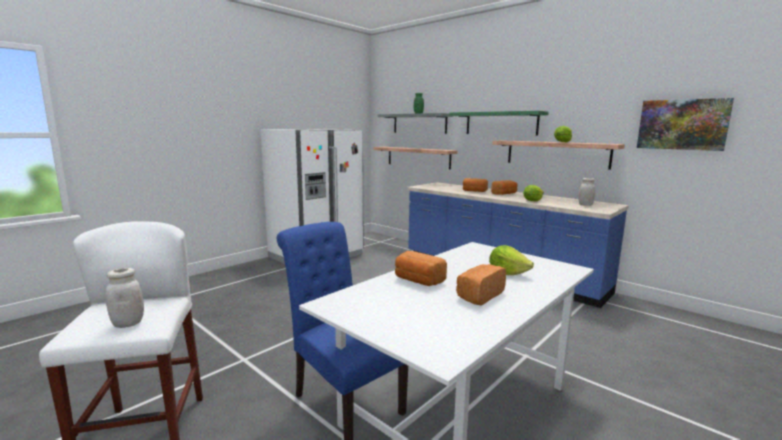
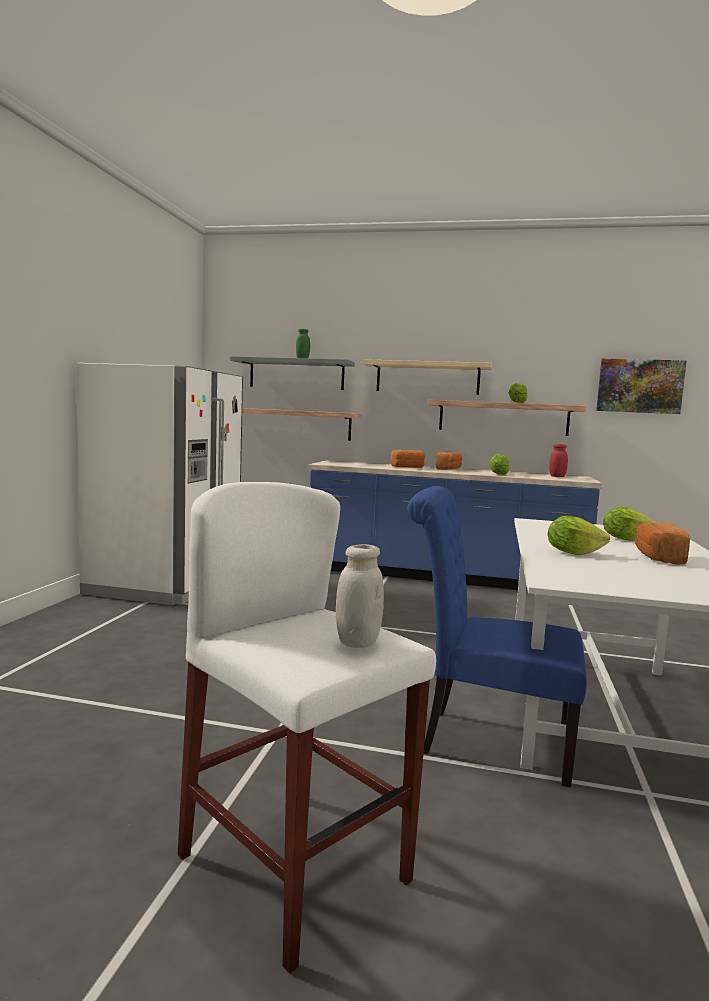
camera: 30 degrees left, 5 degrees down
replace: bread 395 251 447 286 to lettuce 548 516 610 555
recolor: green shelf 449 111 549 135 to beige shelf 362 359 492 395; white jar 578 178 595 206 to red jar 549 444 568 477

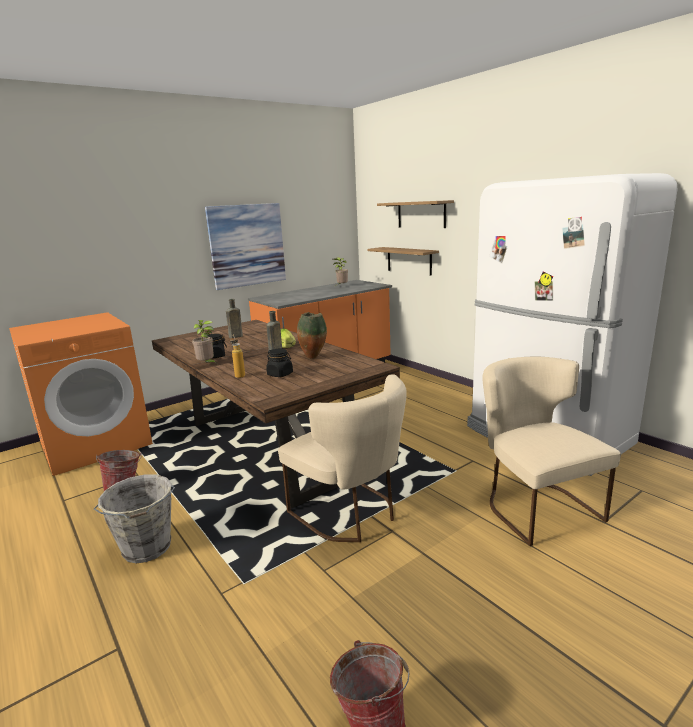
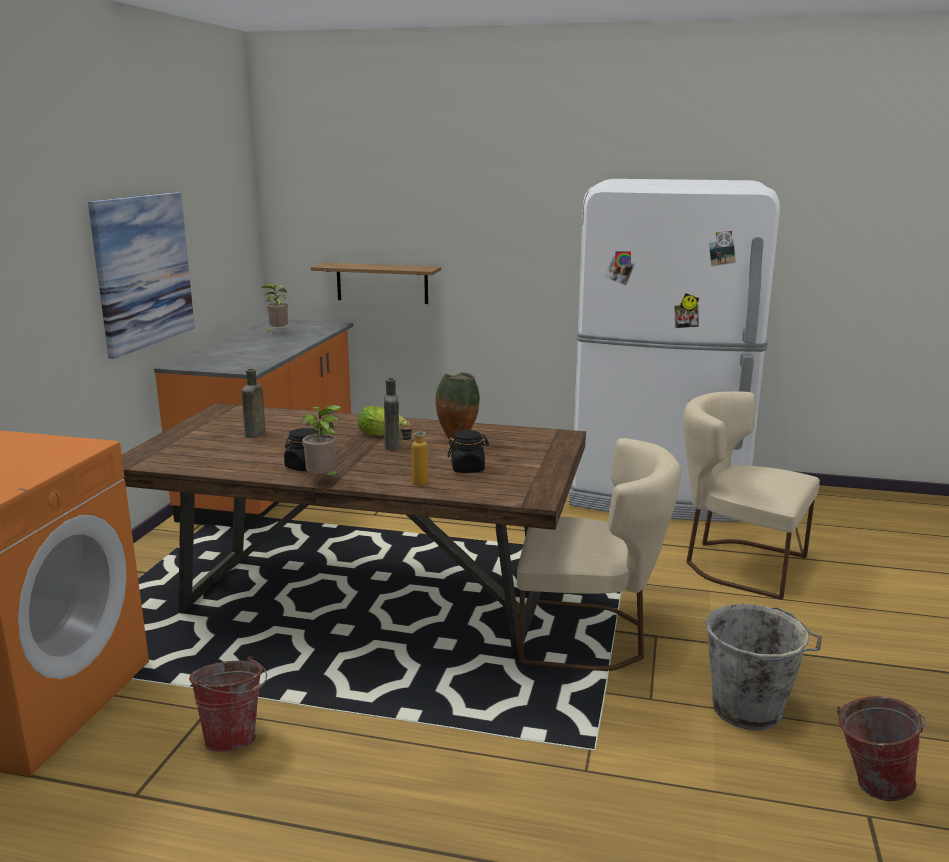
camera: 40 degrees left, 0 degrees up
delete: shelf 377 200 454 228
move: grey bucket 94 475 175 563 to 705 604 822 730

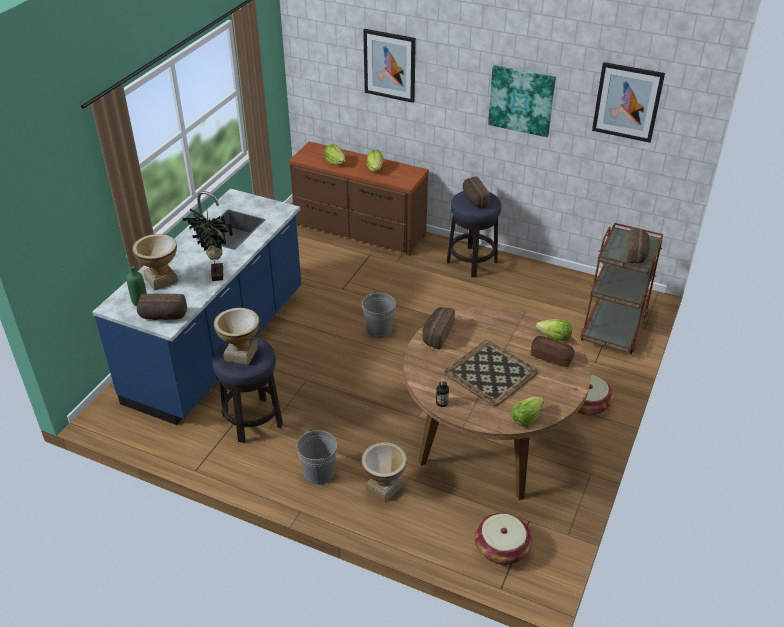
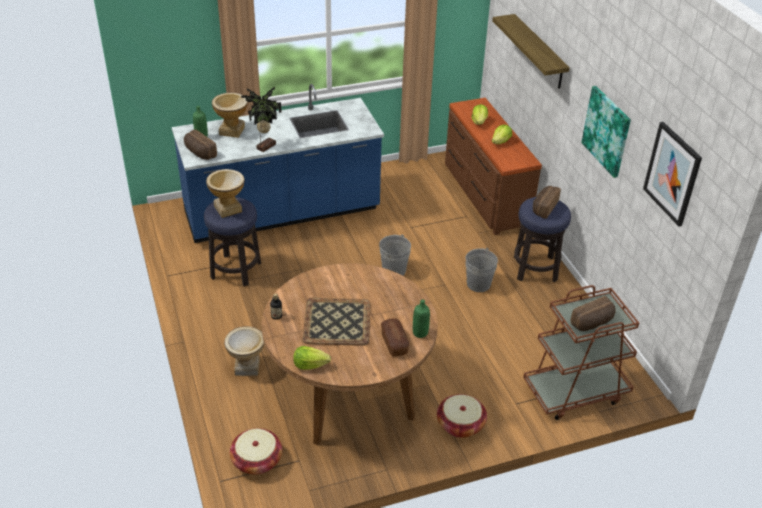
camera: 45 degrees right, 0 degrees up
delete: bread 423 307 455 349
move: grey bucket 297 429 337 484 to 465 248 498 292
replace: picture 363 29 416 103 to shelf 492 14 570 89; lettuce 536 319 572 341 to green bottle 413 299 430 338

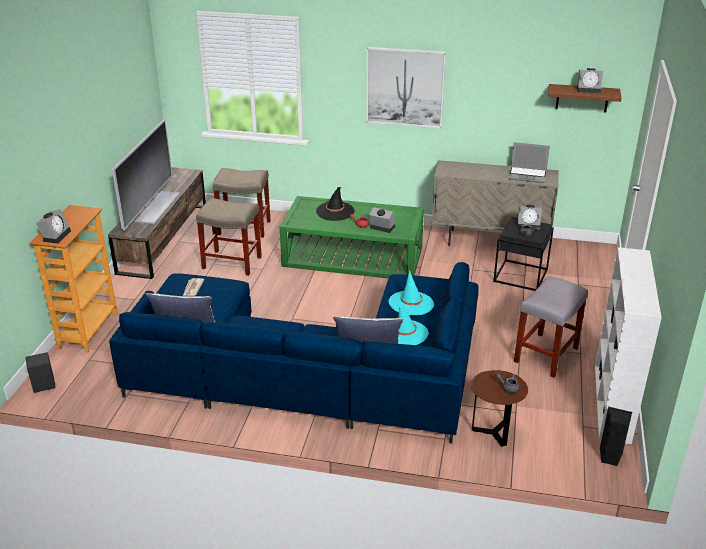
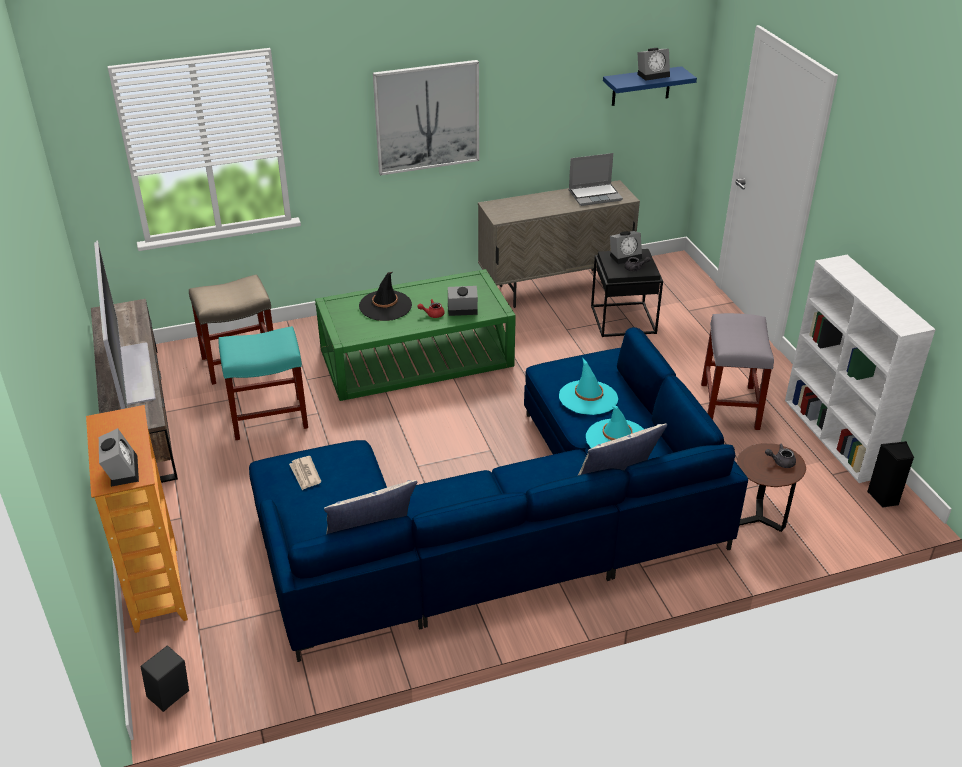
camera: 30 degrees left, 5 degrees up
recolor: brown shelf 548 84 622 113 to blue shelf 603 66 697 106; beige stool 196 198 262 276 to turquoise stool 218 326 308 440

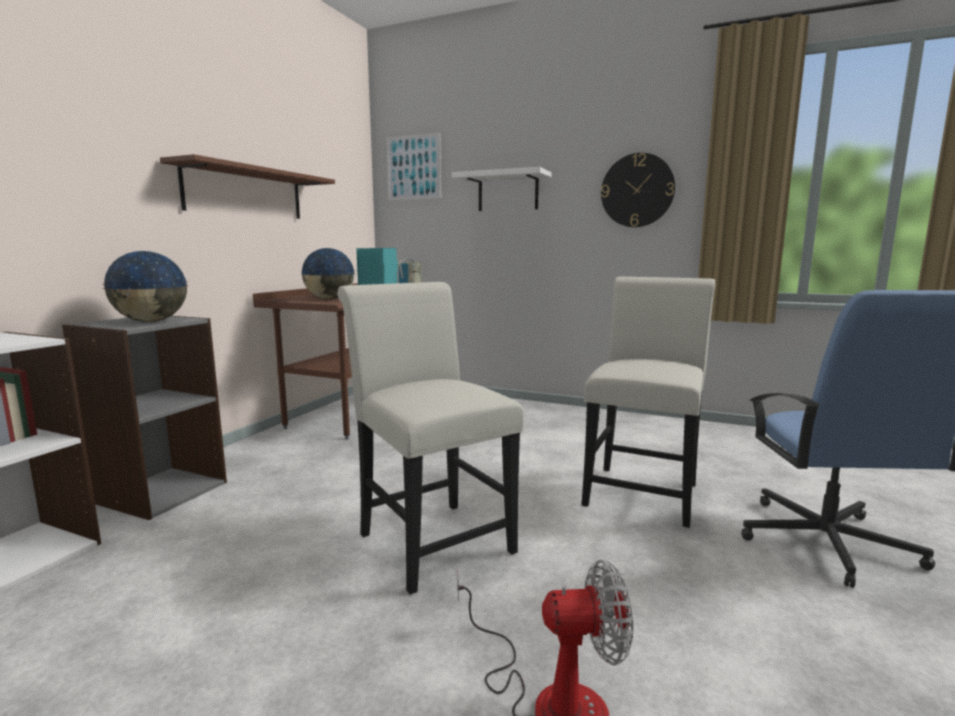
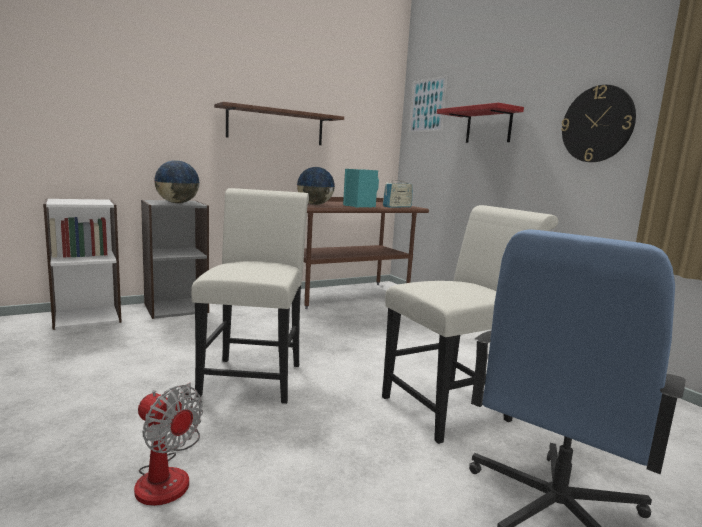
camera: 35 degrees right, 0 degrees up
recolor: white shelf 452 167 552 211 to red shelf 437 103 524 143

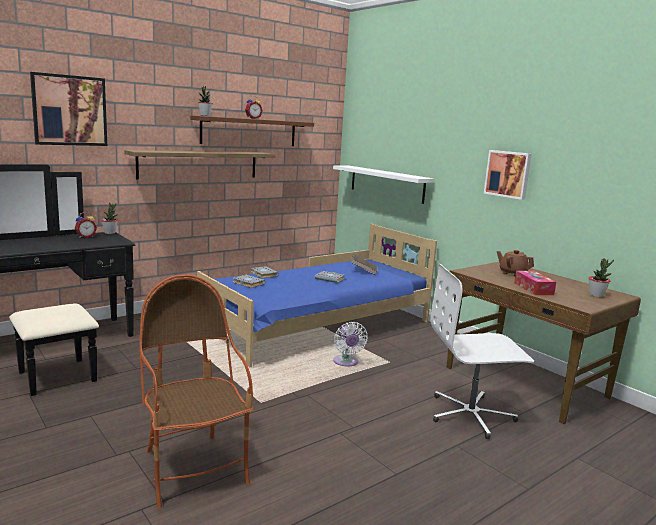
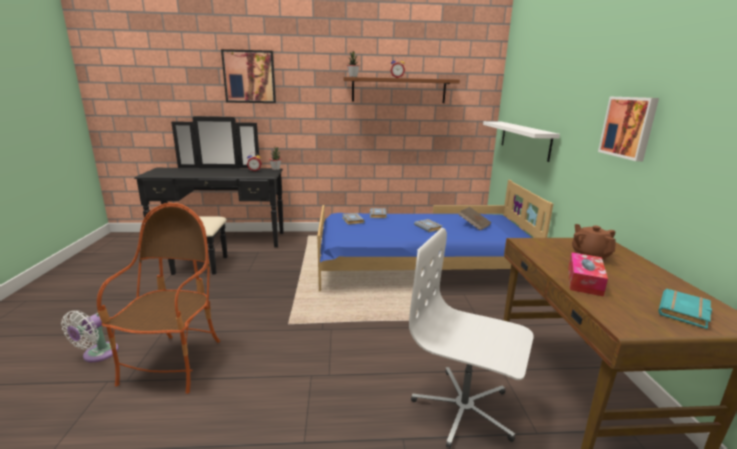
camera: 35 degrees right, 5 degrees up
delete: shelf 124 150 276 179
move: white fan 333 322 368 366 to 61 310 119 362
replace: potted plant 589 259 614 297 to turquoise book 658 289 712 329

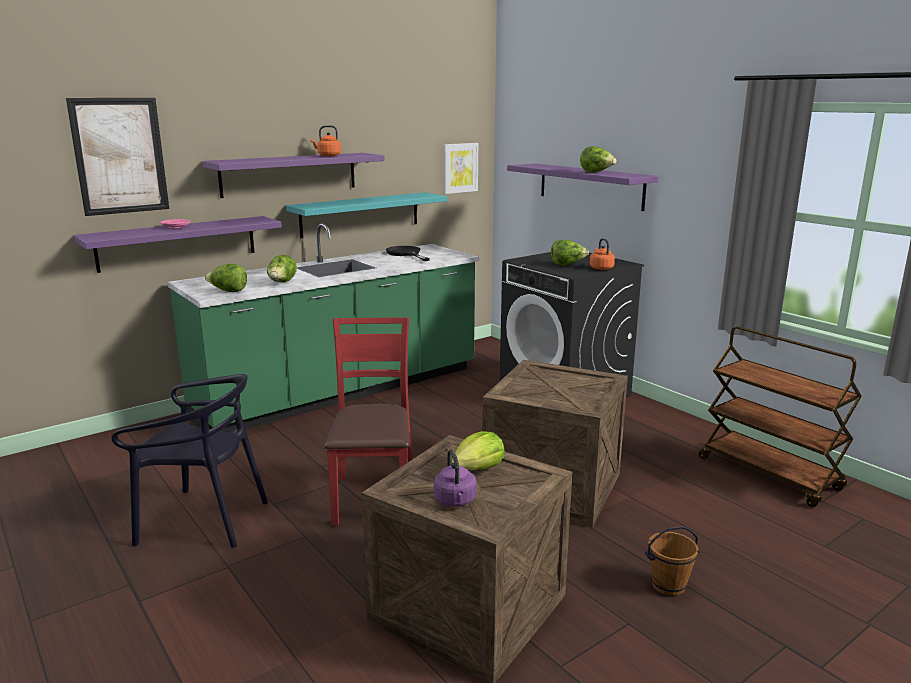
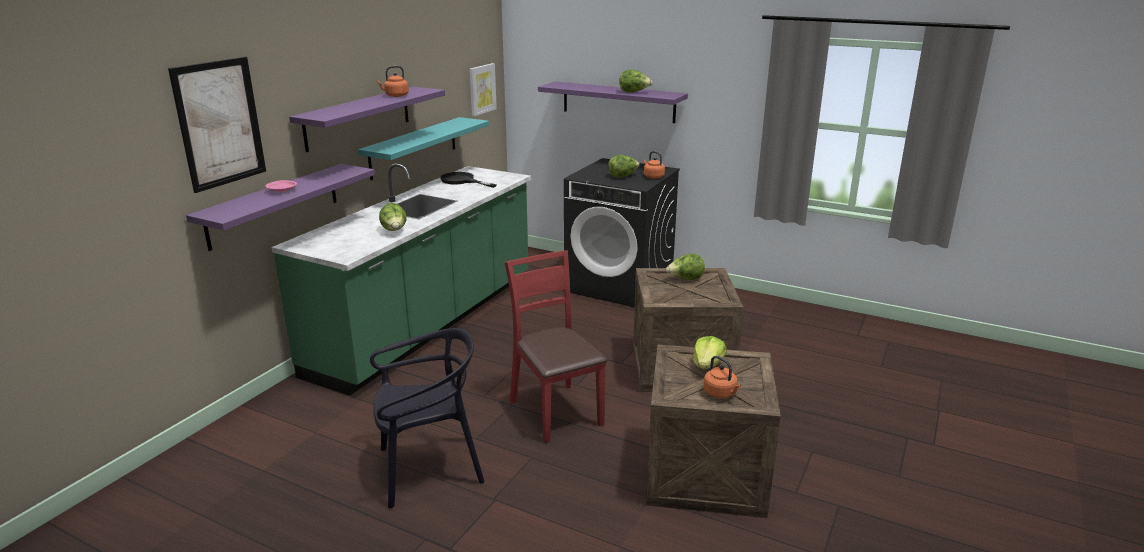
camera: 25 degrees left, 5 degrees up
delete: brown cart 699 326 862 507; brown bucket 645 526 700 596
move: lettuce 205 264 247 292 to 666 254 705 280
recolor: purple kettle 434 449 477 507 to orange kettle 703 356 741 399

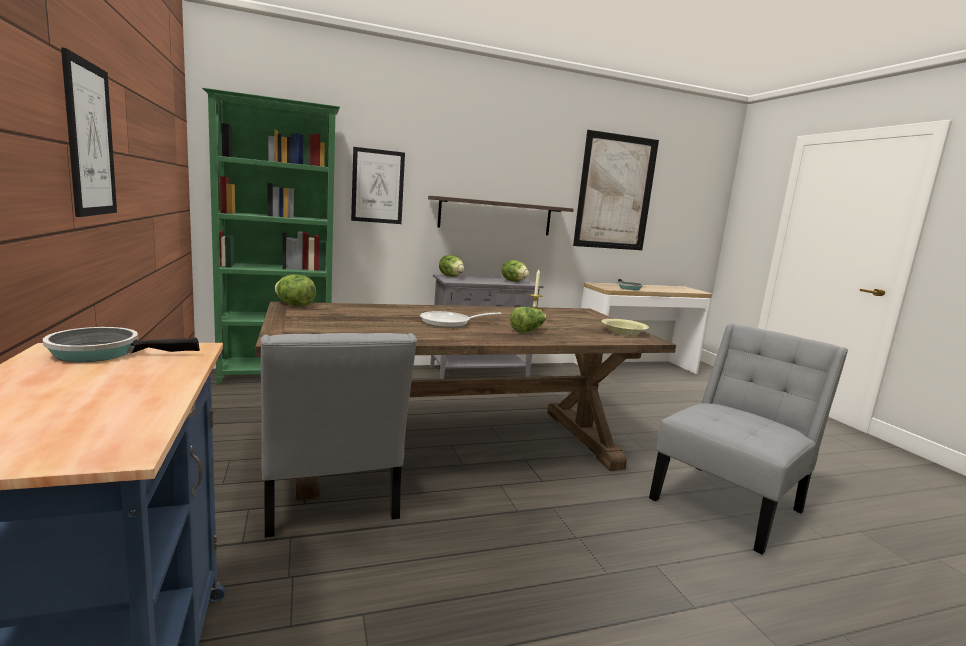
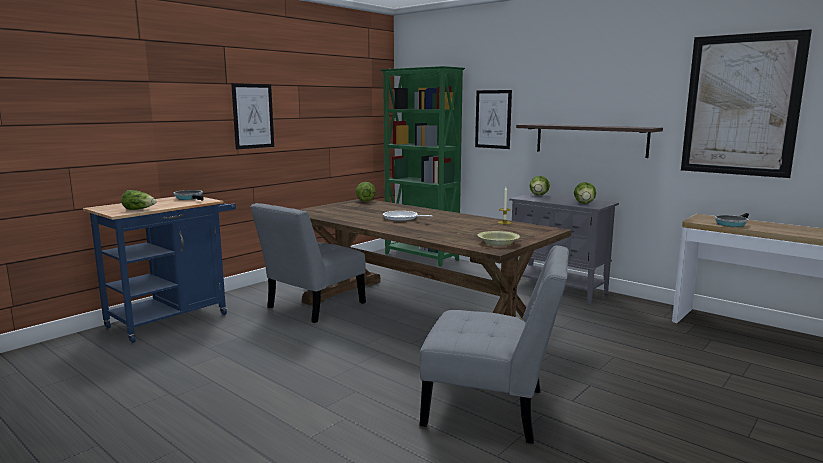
camera: 60 degrees right, 0 degrees up
move: lettuce 510 307 547 333 to 121 190 157 210

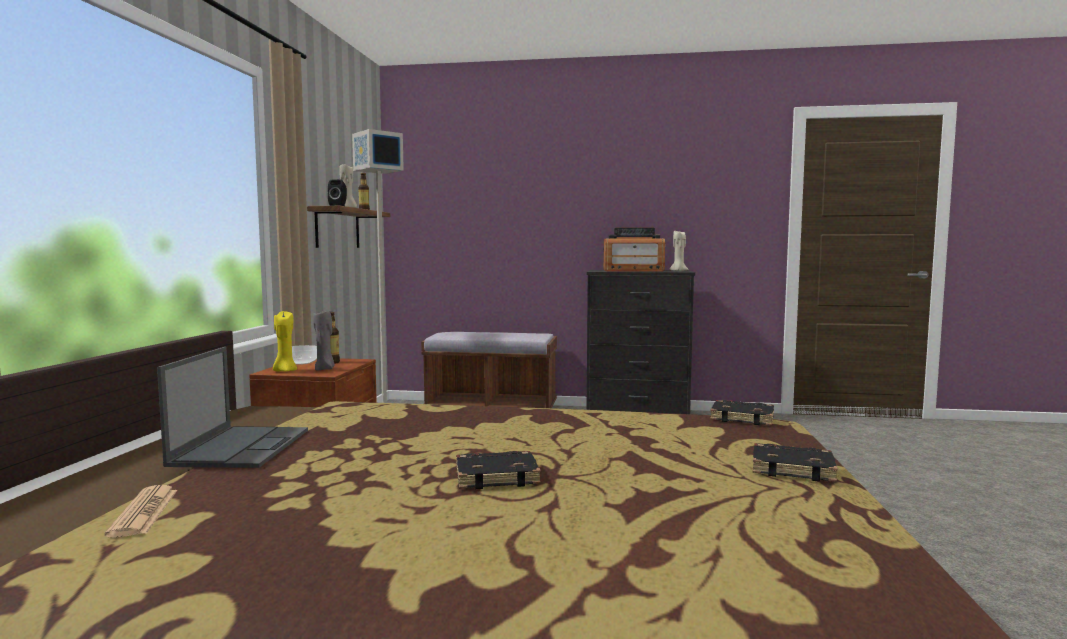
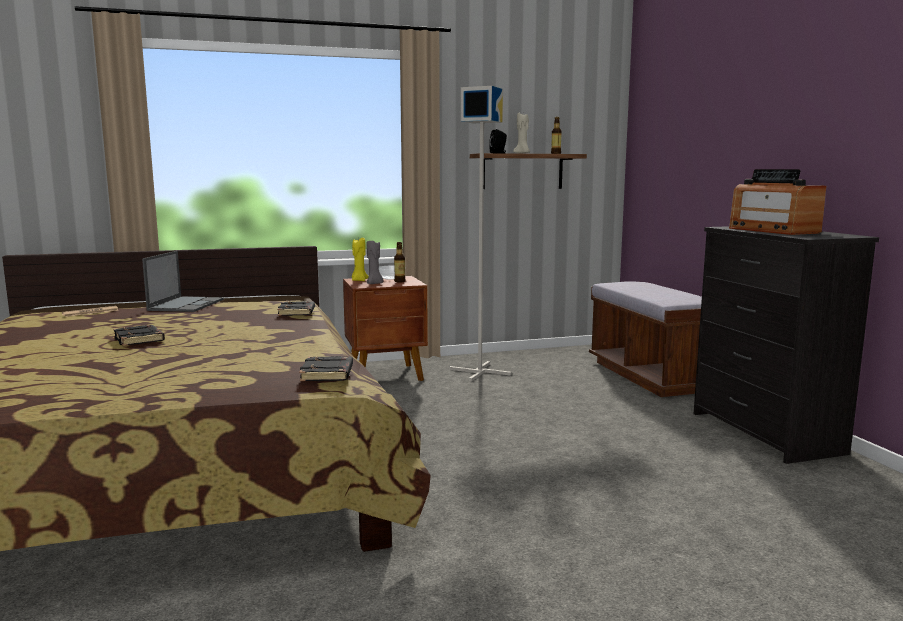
camera: 65 degrees right, 5 degrees up
delete: beige candle 670 231 689 271
move: black book 753 443 838 482 to 277 301 315 316
rotate: laptop 157 347 308 468 = 142 251 224 312 60 degrees counterclockwise

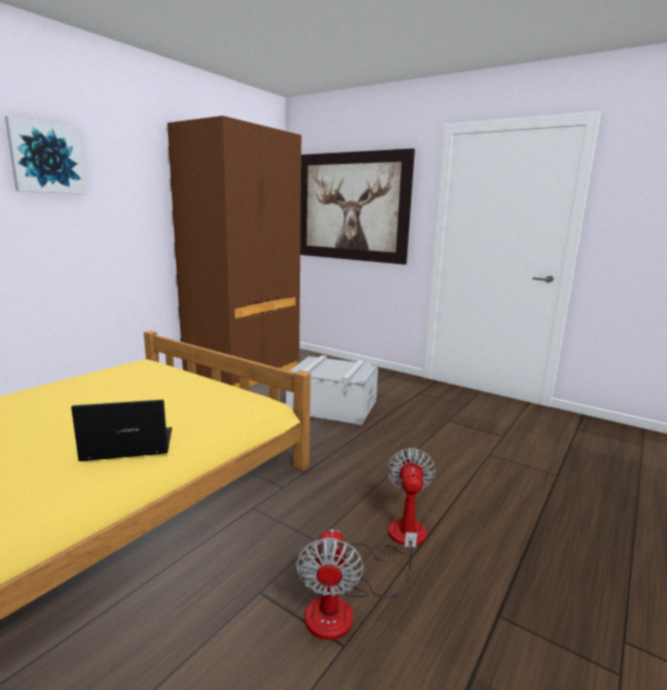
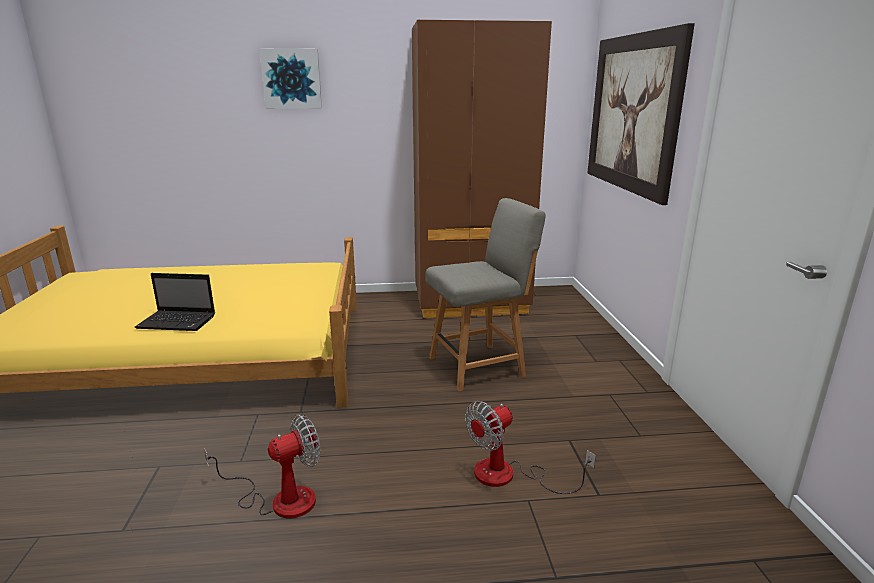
camera: 50 degrees right, 5 degrees up
move: fan 296 529 417 640 to 465 401 596 494
replace: grey storage box 286 355 379 425 to grey chair 425 198 546 392
rotate: laptop 71 400 172 461 = 135 273 215 331 150 degrees clockwise

